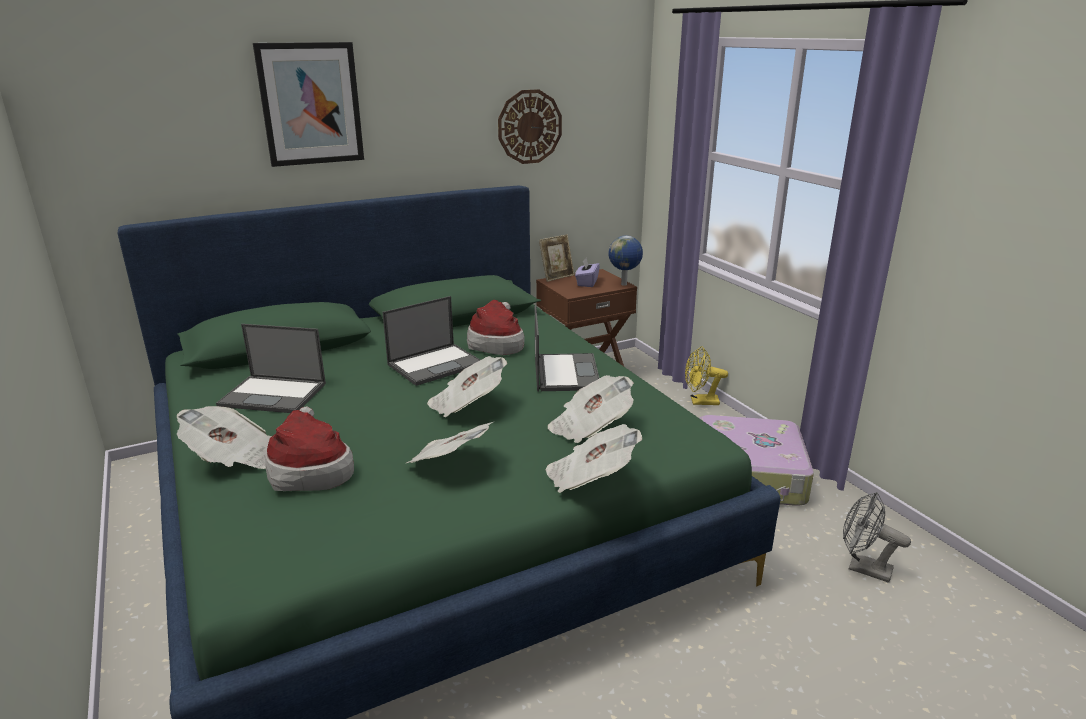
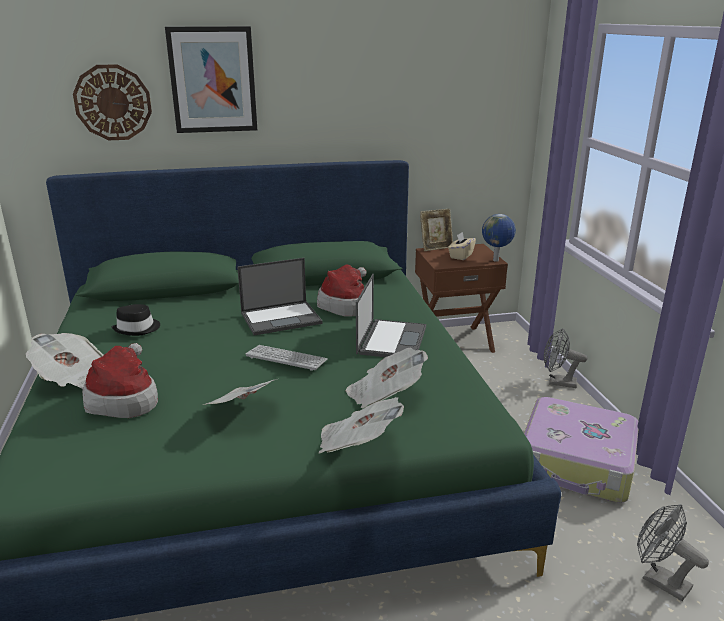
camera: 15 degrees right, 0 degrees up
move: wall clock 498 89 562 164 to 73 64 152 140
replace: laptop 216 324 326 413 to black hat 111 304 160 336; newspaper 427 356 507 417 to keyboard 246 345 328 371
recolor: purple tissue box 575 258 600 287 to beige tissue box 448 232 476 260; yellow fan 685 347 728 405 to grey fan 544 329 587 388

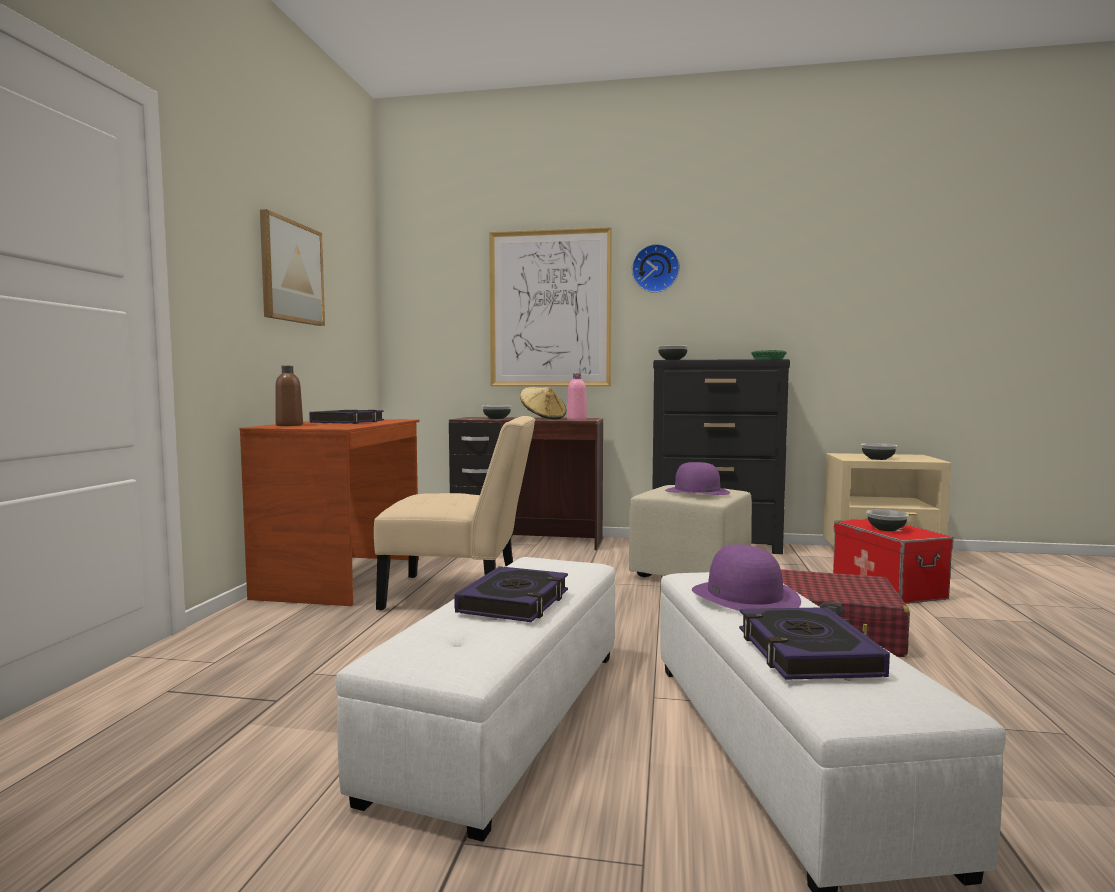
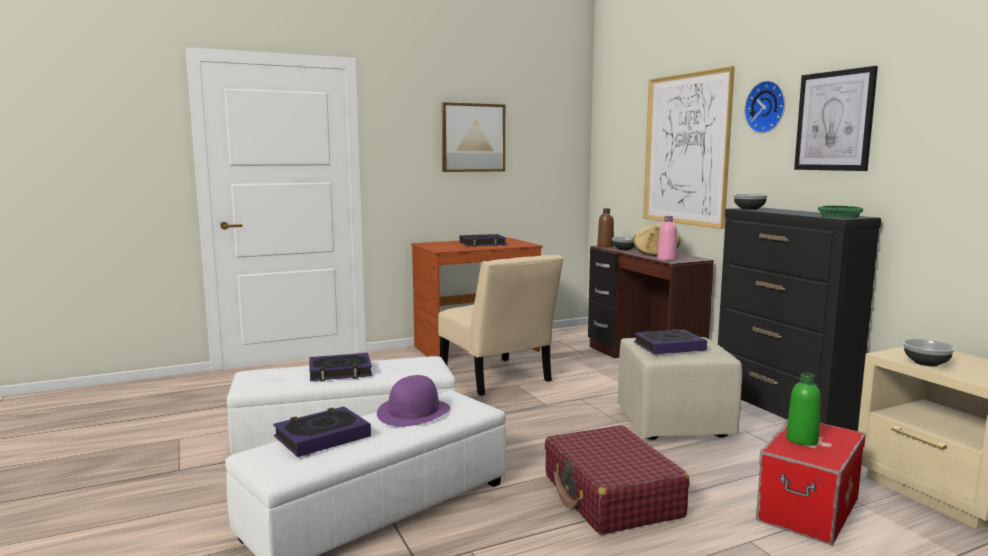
camera: 55 degrees right, 5 degrees up
insert: picture 794 66 878 171
move: brown bottle 275 366 303 426 to 597 208 614 247
replace: purple hat 665 462 730 495 to book 634 329 707 354; bowl 866 509 909 531 to green bottle 786 373 821 446

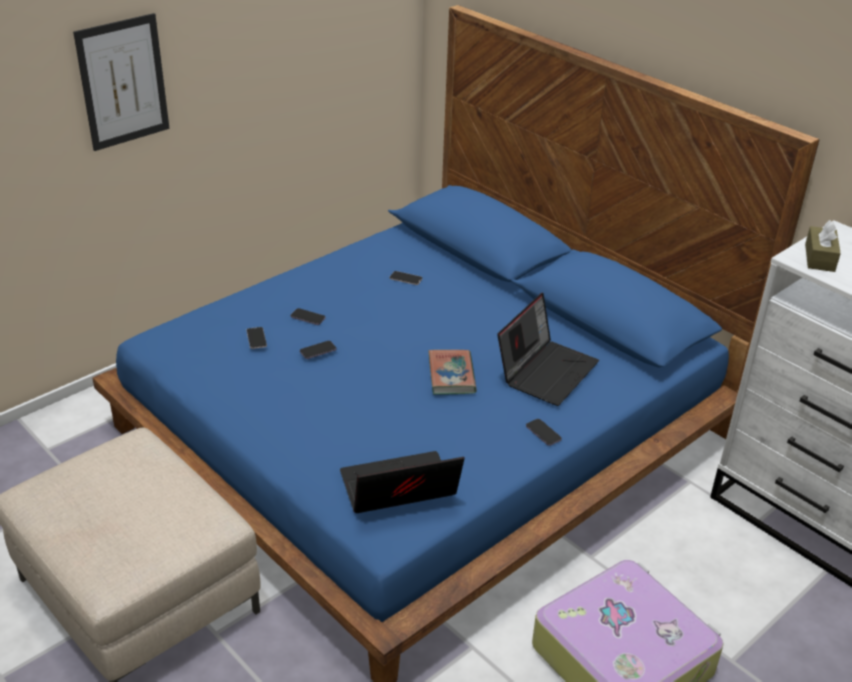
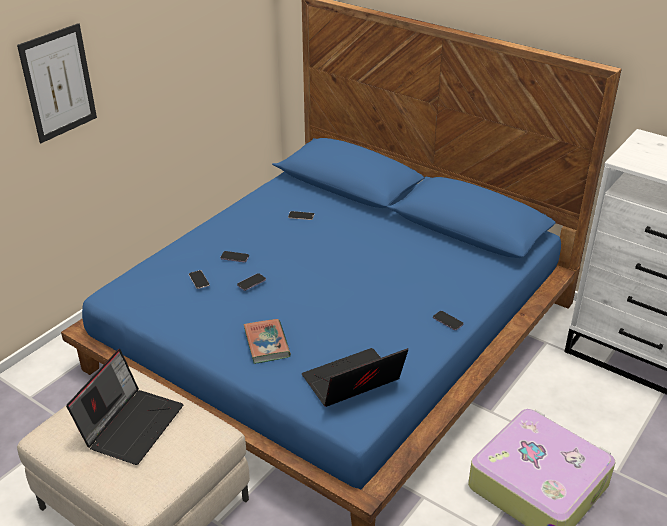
camera: 10 degrees left, 0 degrees up
delete: brown tissue box 805 220 841 272
move: laptop 497 293 599 406 to 66 349 184 465; book 428 350 477 395 to 244 319 291 364

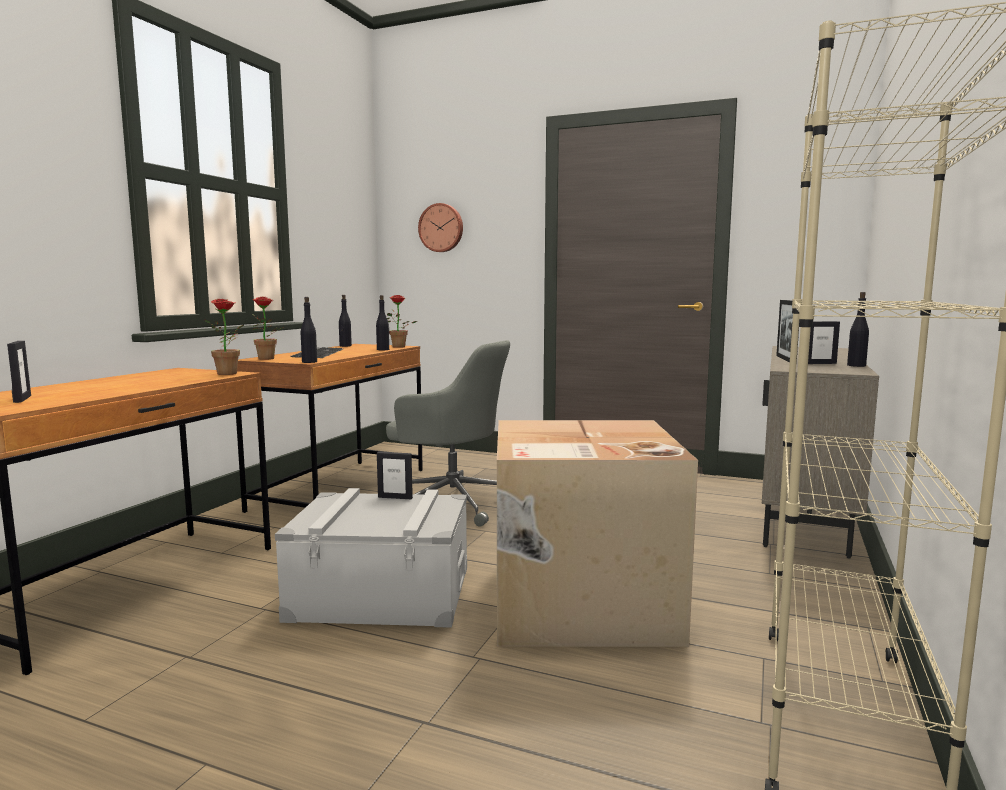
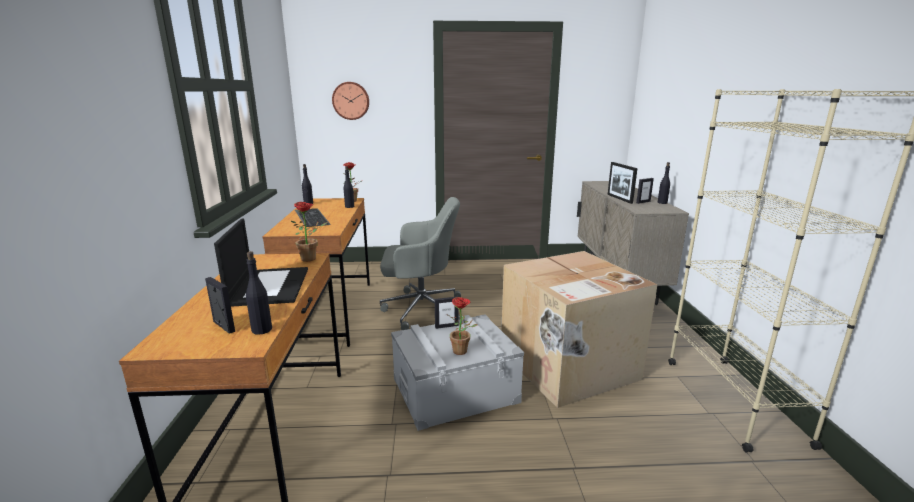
camera: 25 degrees left, 10 degrees up
insert: laptop 214 219 308 307
move: potted plant 252 297 284 360 to 446 297 478 355; black bottle 301 297 317 363 to 246 251 272 335

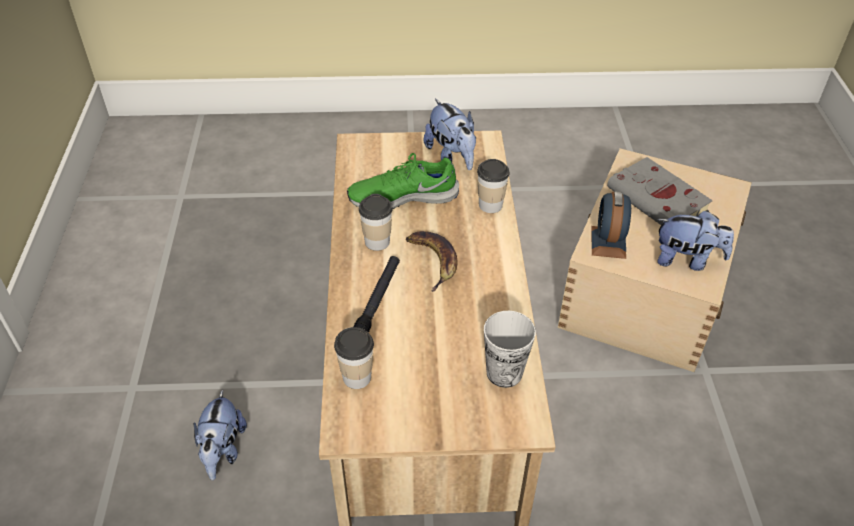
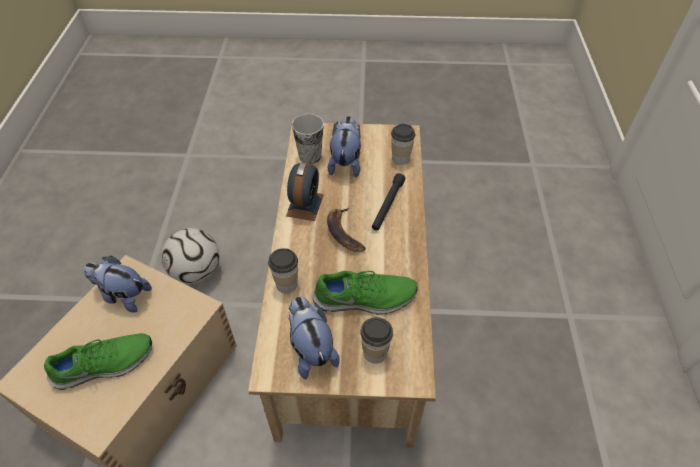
camera: 175 degrees left, 5 degrees up
insert: football 162 228 219 284
move: alarm clock 592 192 631 259 to 286 162 324 221; cup 359 194 393 251 to 360 317 393 364; plush toy 194 389 247 480 to 328 116 361 177
replace: grey book 607 157 713 225 to green shoe 44 333 152 390

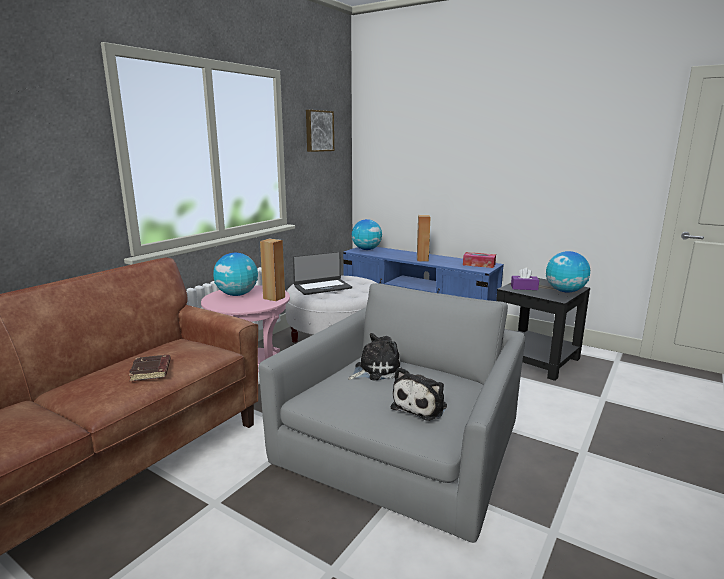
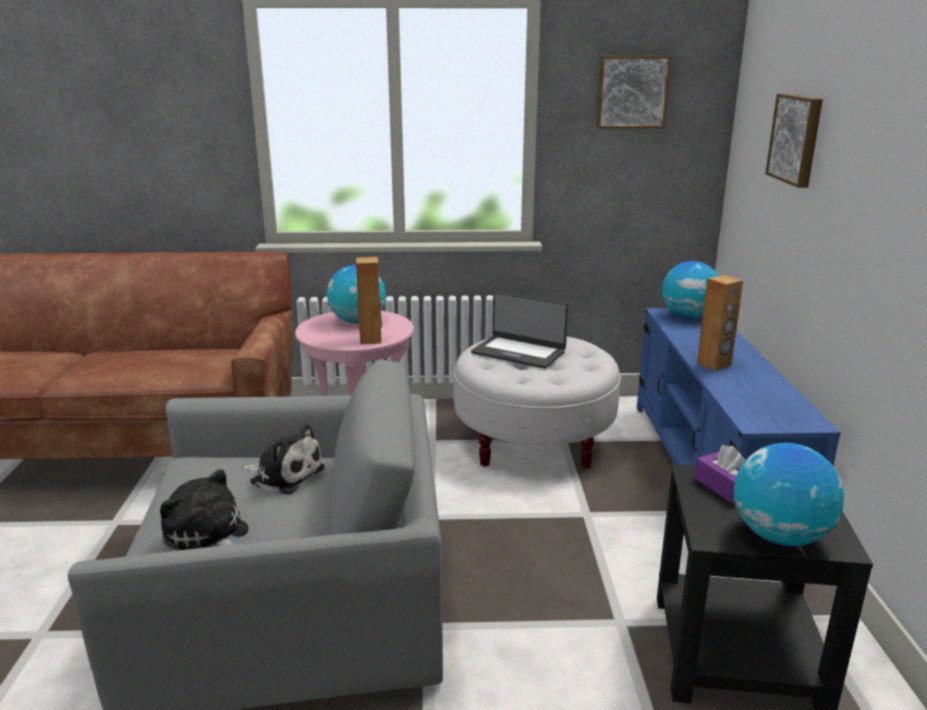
camera: 55 degrees right, 5 degrees up
delete: tissue box 463 252 496 268; brown book 129 355 171 381
insert: picture 765 94 823 188
rotate: plush toy 391 367 447 421 = 160 469 248 551 45 degrees clockwise

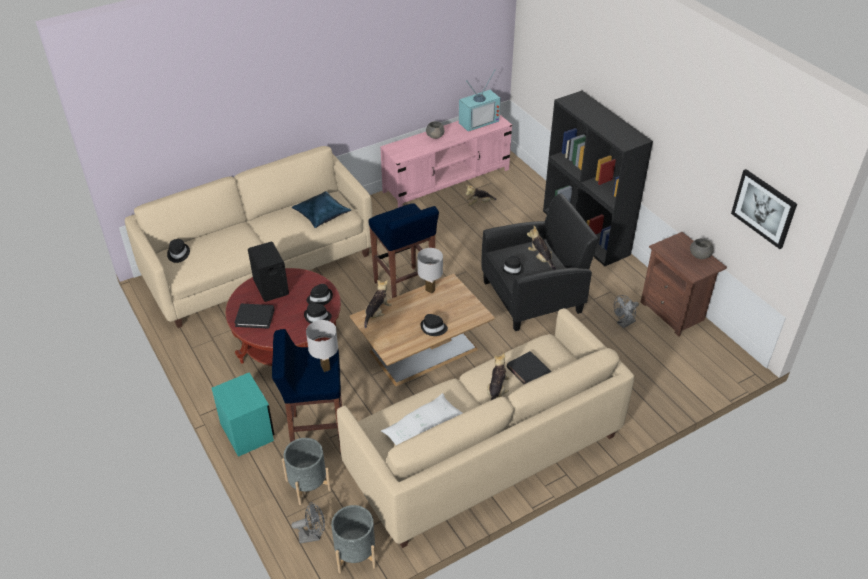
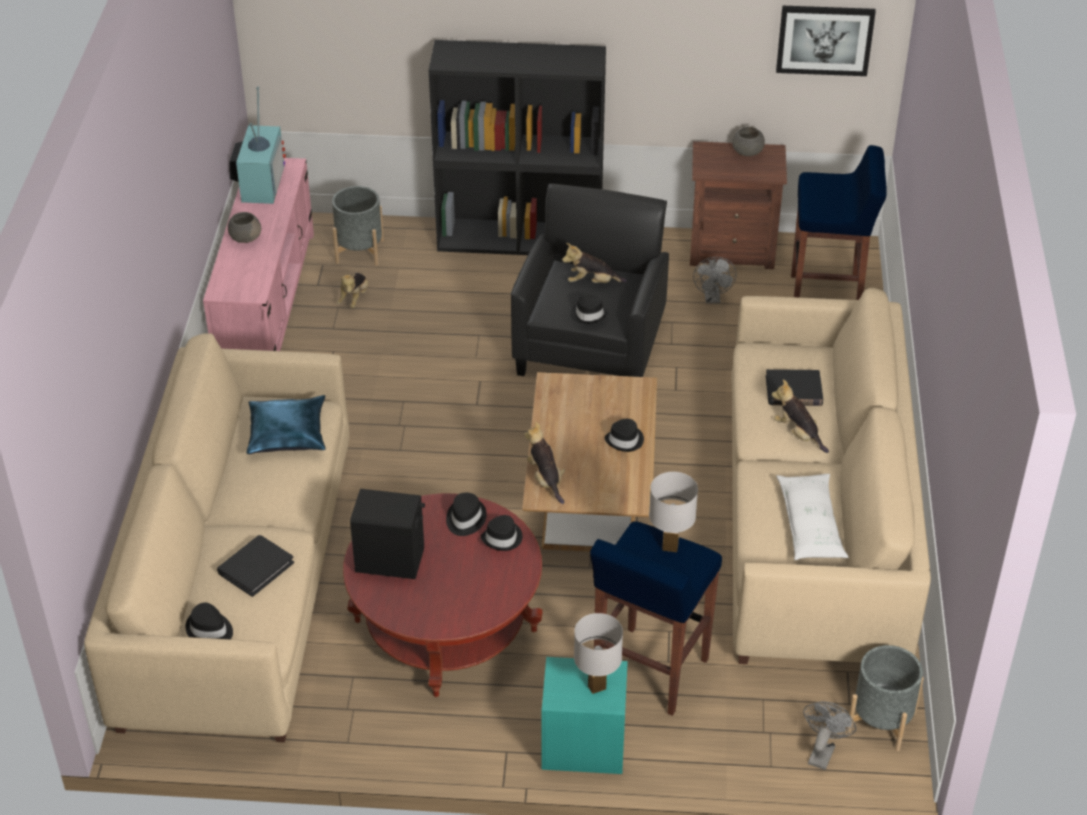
camera: 55 degrees left, 0 degrees up
move: blue stool 369 203 439 298 to 791 145 887 300; white table lamp 417 248 443 293 to 574 613 623 694; black book 234 304 274 329 to 217 535 294 597; grey planter 282 438 331 505 to 332 186 384 266

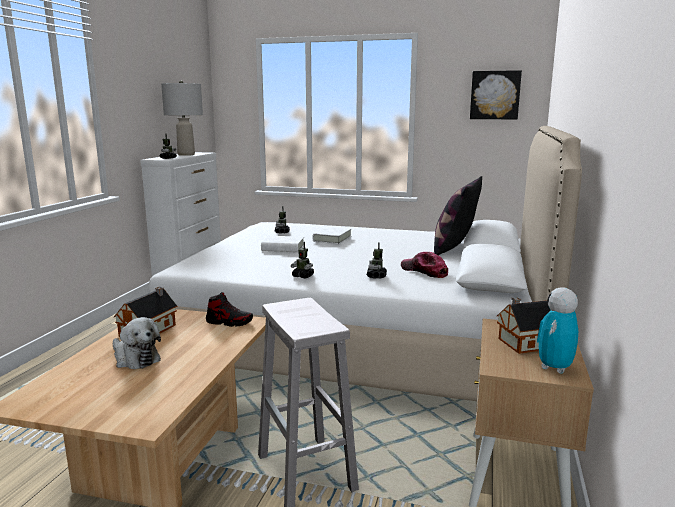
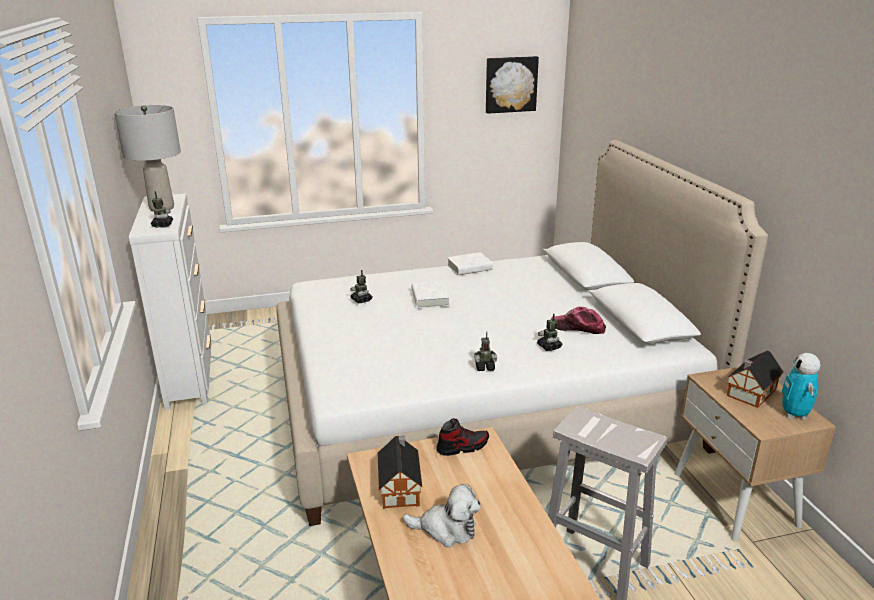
camera: 30 degrees left, 10 degrees up
delete: pillow 434 176 482 255
move: white book 261 236 304 252 to 447 252 493 275

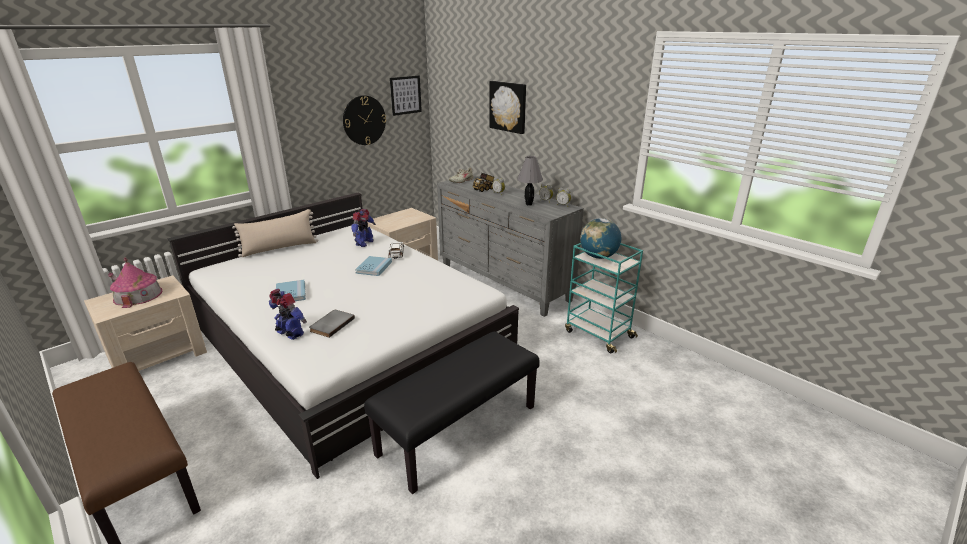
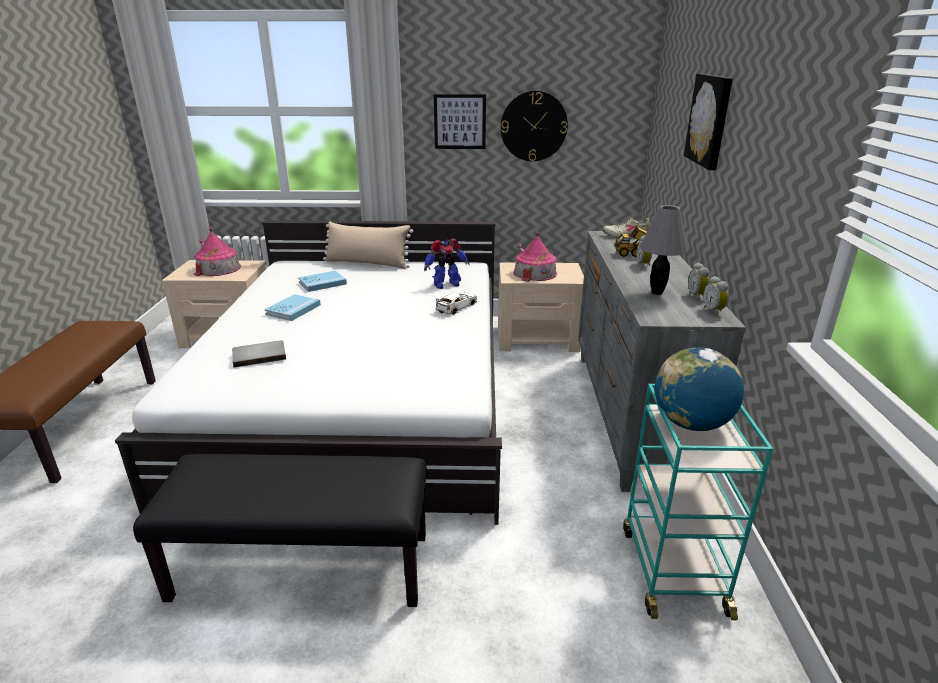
camera: 45 degrees right, 0 degrees up
delete: toy robot 269 289 307 340
insert: toy house 513 231 557 282
move: picture 390 76 422 116 to 434 94 486 149; blue book 355 256 392 276 to 298 270 347 292

